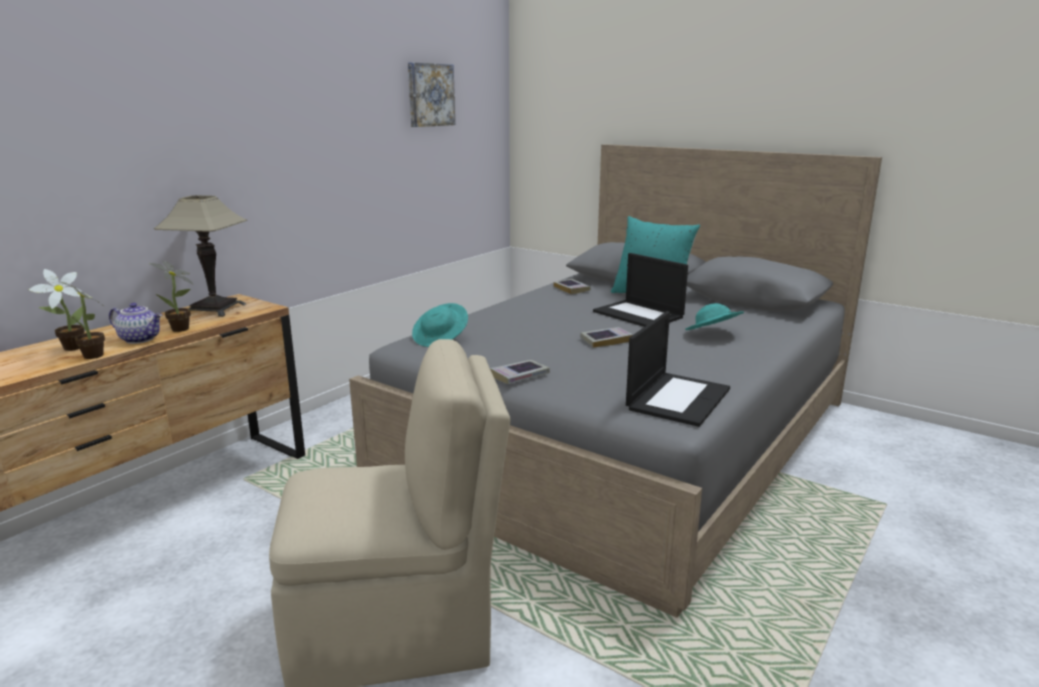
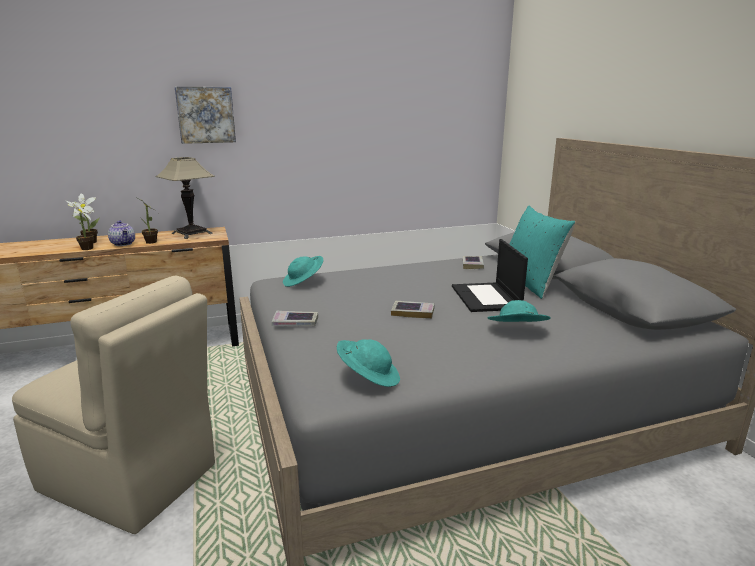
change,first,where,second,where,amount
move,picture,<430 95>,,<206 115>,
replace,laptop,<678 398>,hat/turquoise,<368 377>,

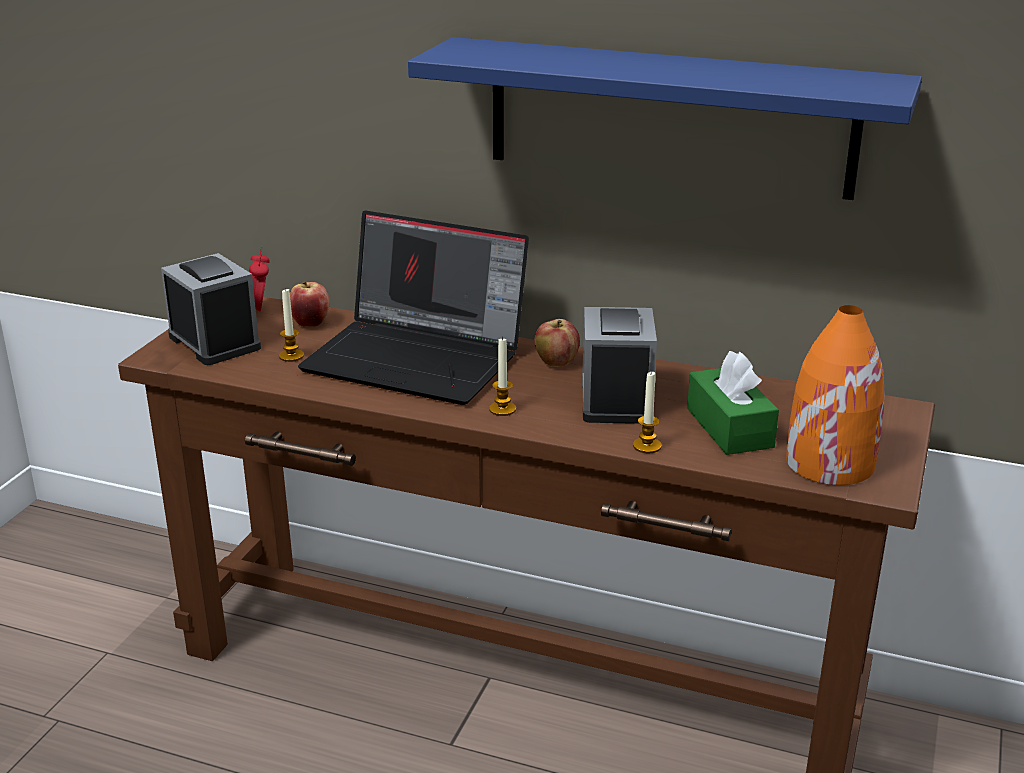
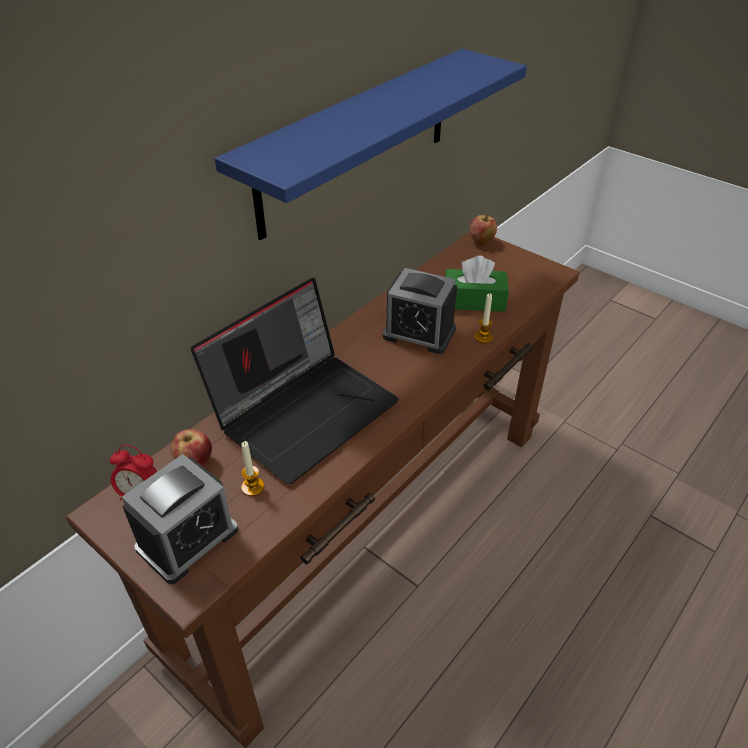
change,first,where,second,where,amount
rotate,alarm clock,<214 342>,,<187 539>,150 degrees clockwise
delete,candle,<502 409>,,,
move,apple,<556 363>,,<481 242>,
delete,vase/orange,<829 462>,,,

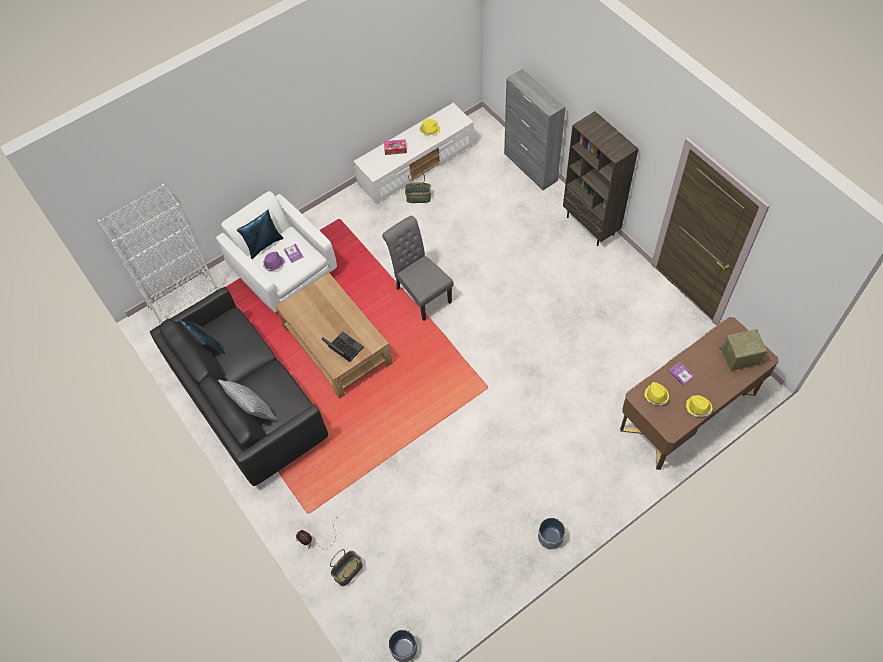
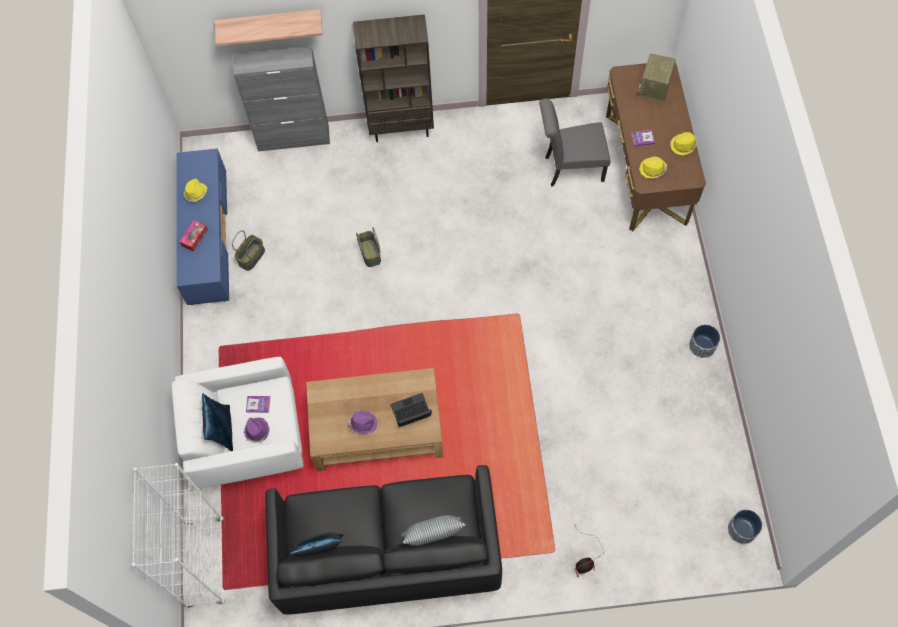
change,first,where,second,where,amount
move,basket,<348 570>,,<369 253>,
recolor,tv stand/white,<416 164>,tv stand/blue,<207 236>,
move,chair/grey,<420 293>,,<570 168>,
insert,,,shelf,<270 23>,
insert,,,hat/purple,<363 423>,

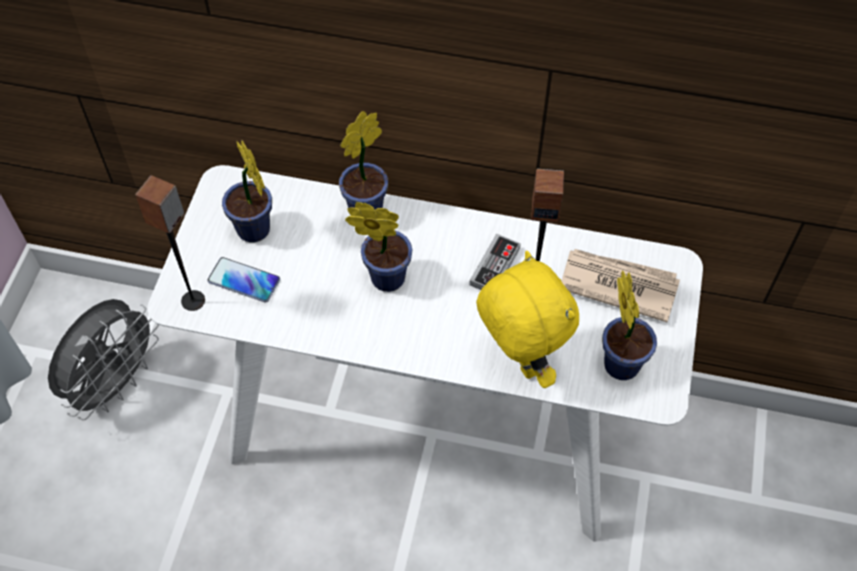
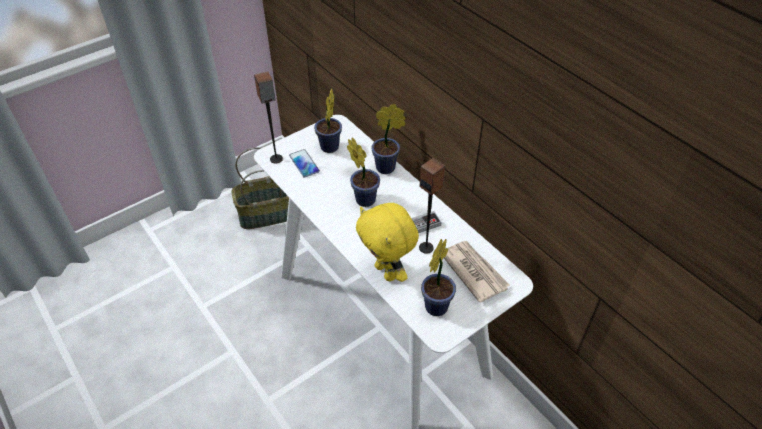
change,first,where,second,where,amount
replace,fan/grey,<116 383>,basket,<267 214>,
rotate,plush toy/yellow,<519 362>,,<387 272>,135 degrees clockwise

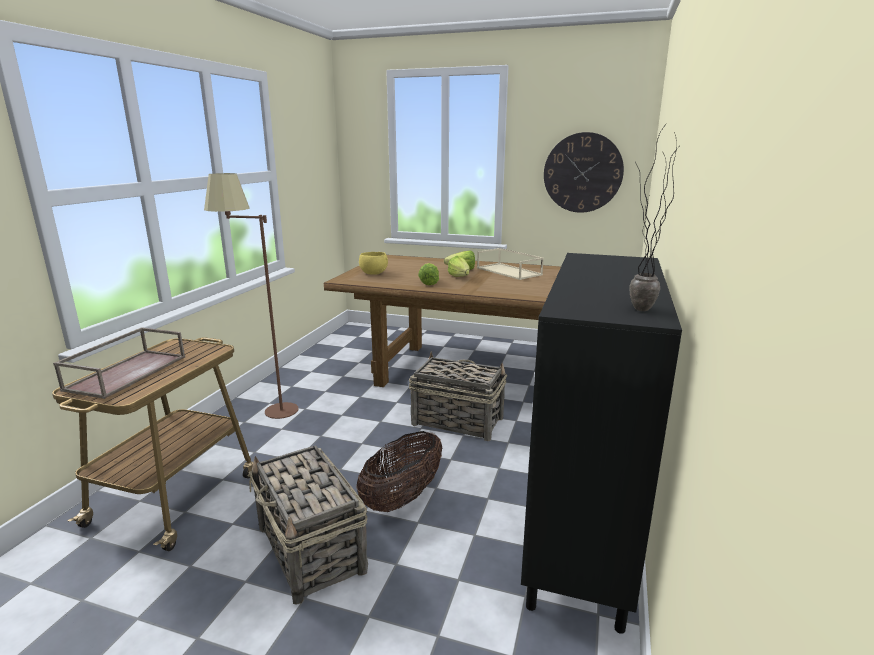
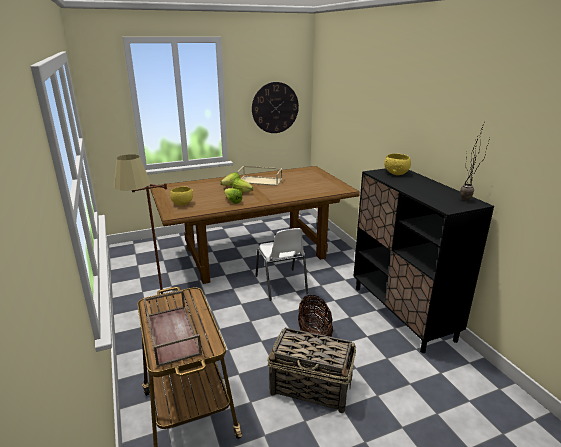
change,first,where,second,where,amount
replace,basket,<456 421>,chair/white,<281 285>,
insert,,,bowl/yellow,<396 173>,

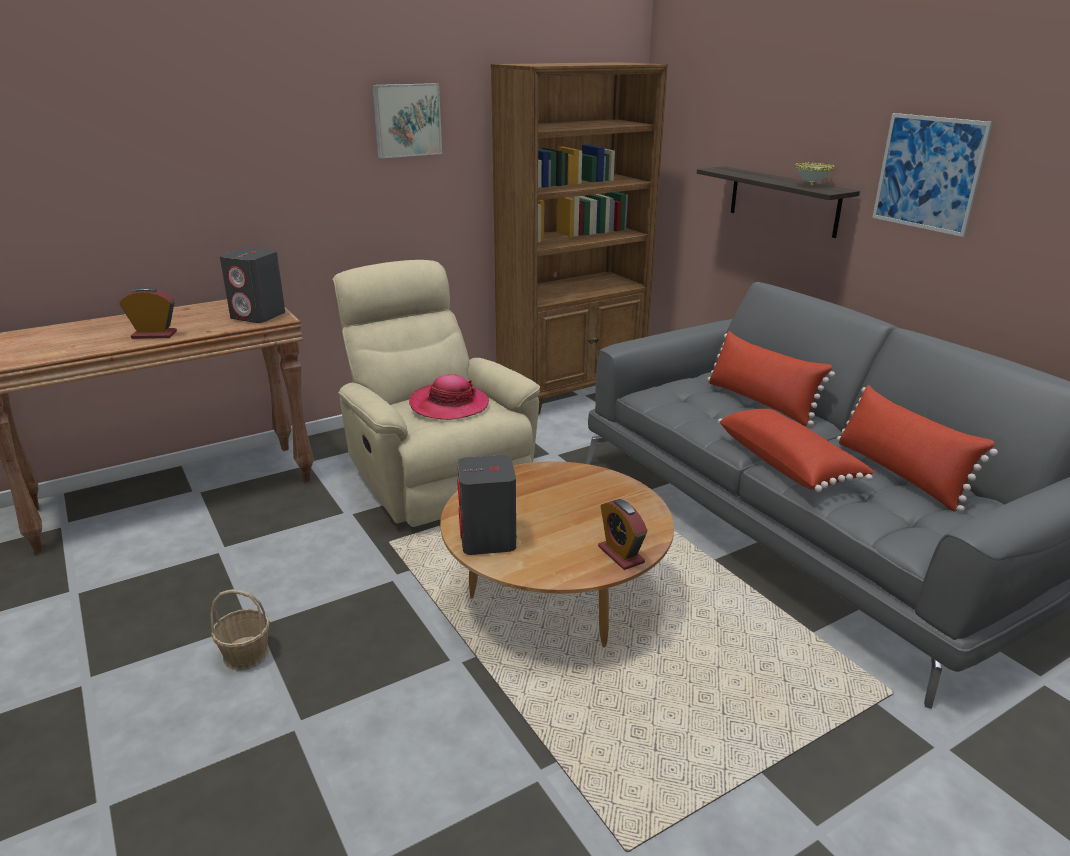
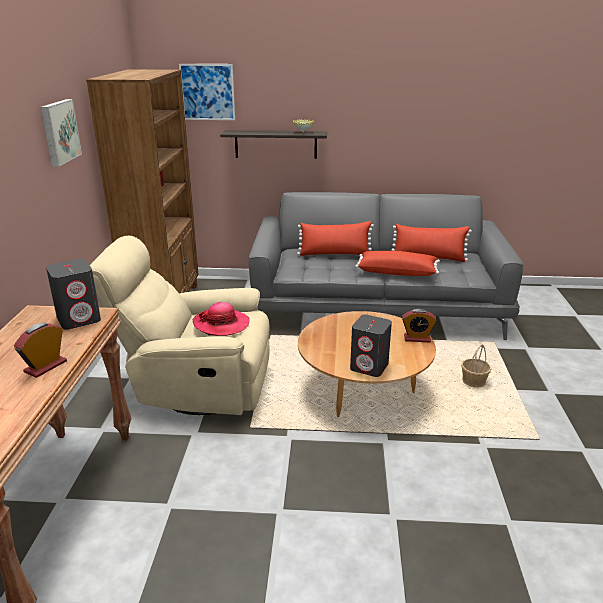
change,first,where,second,where,amount
move,basket,<246 654>,,<473 381>,
move,picture,<928 173>,,<207 92>,

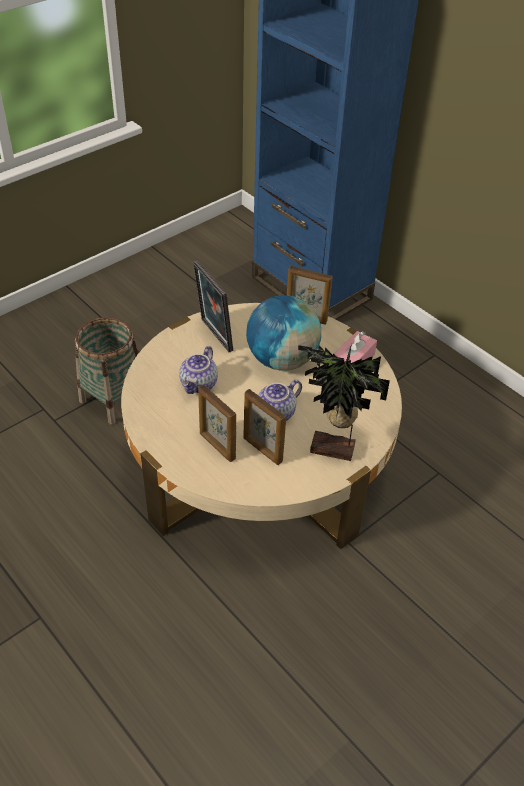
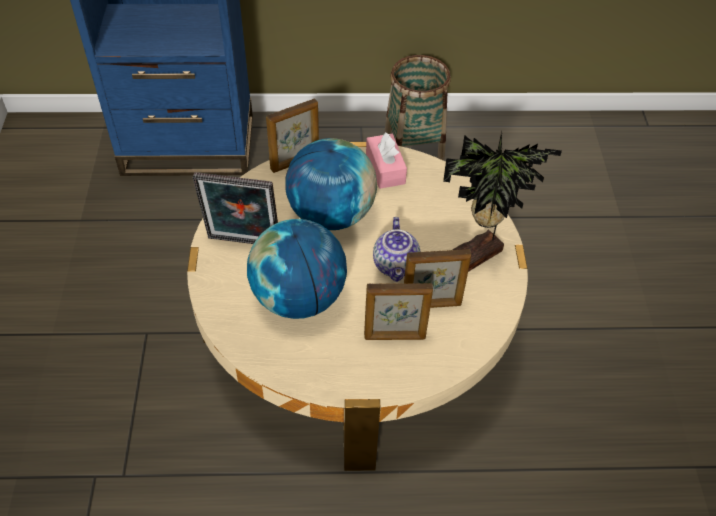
change,first,where,second,where,amount
move,basket,<113 399>,,<413 145>,
replace,teapot,<199 384>,globe,<299 298>,

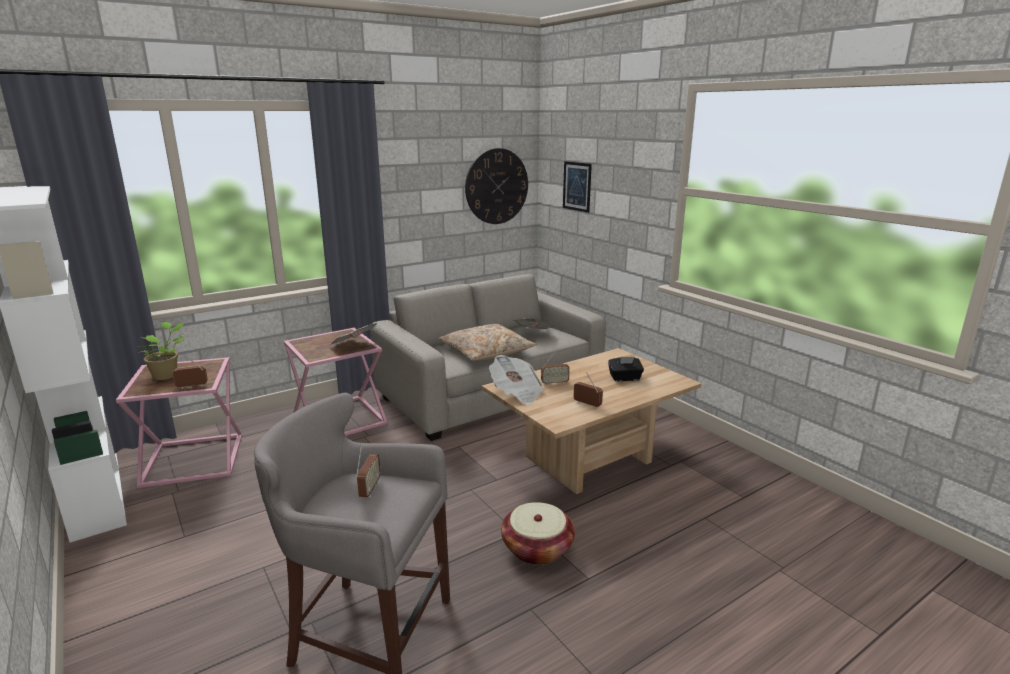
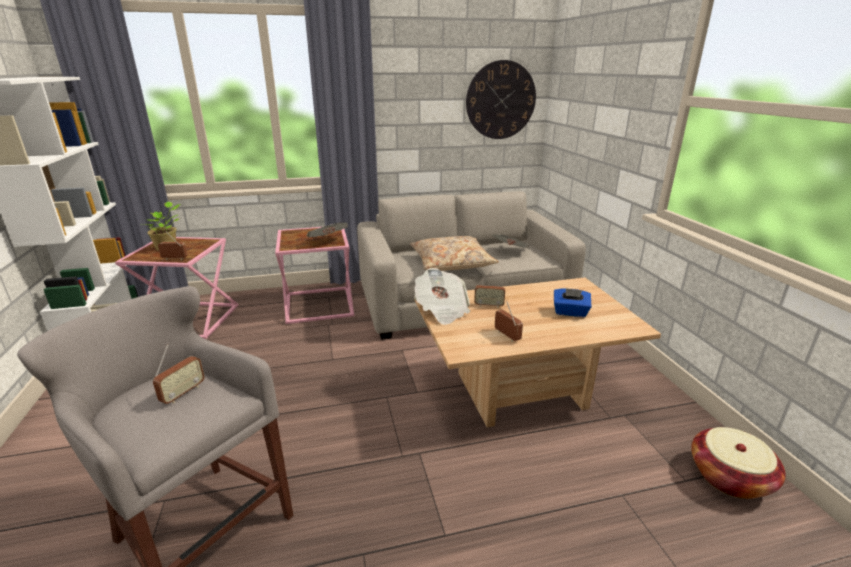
change,first,where,second,where,amount
move,basket,<537 548>,,<729 477>,
delete,picture,<577 186>,,,
recolor,tissue box/black,<625 378>,tissue box/blue,<570 312>,

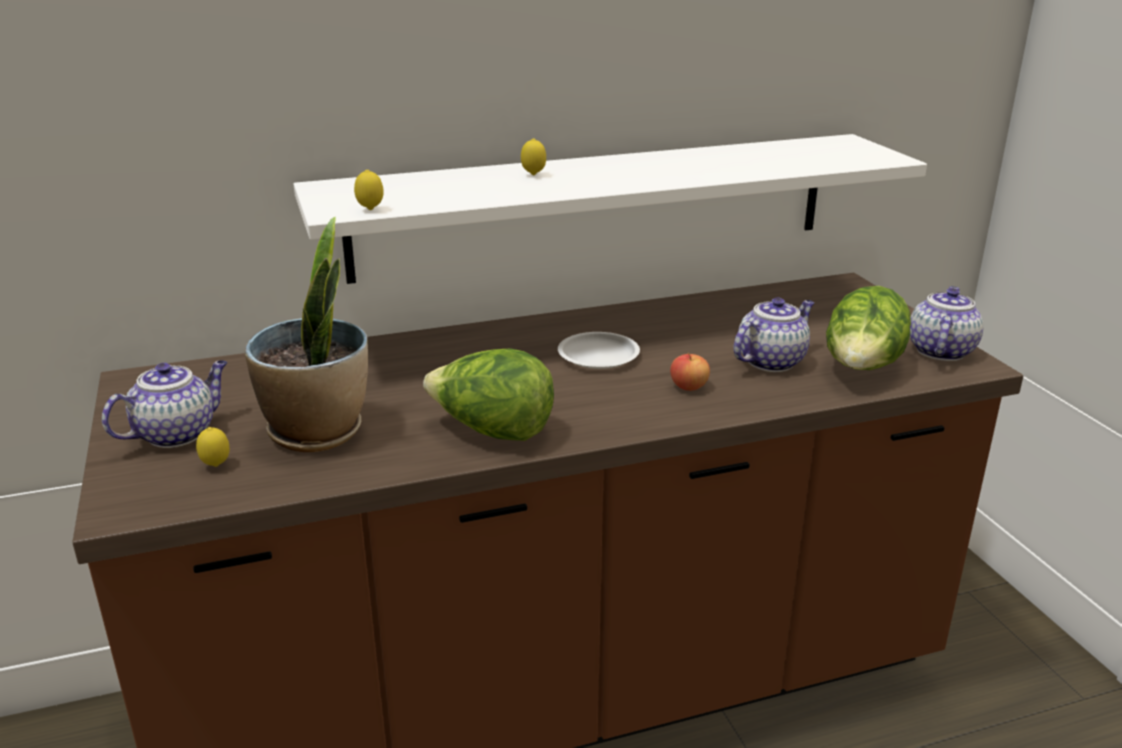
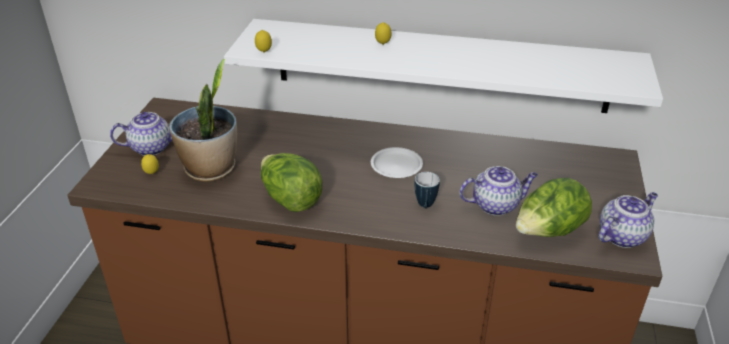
change,first,where,second,where,amount
replace,apple,<689 387>,mug,<425 206>,

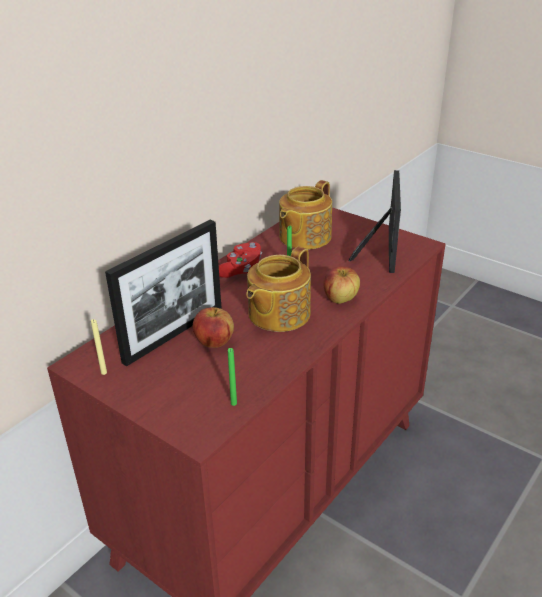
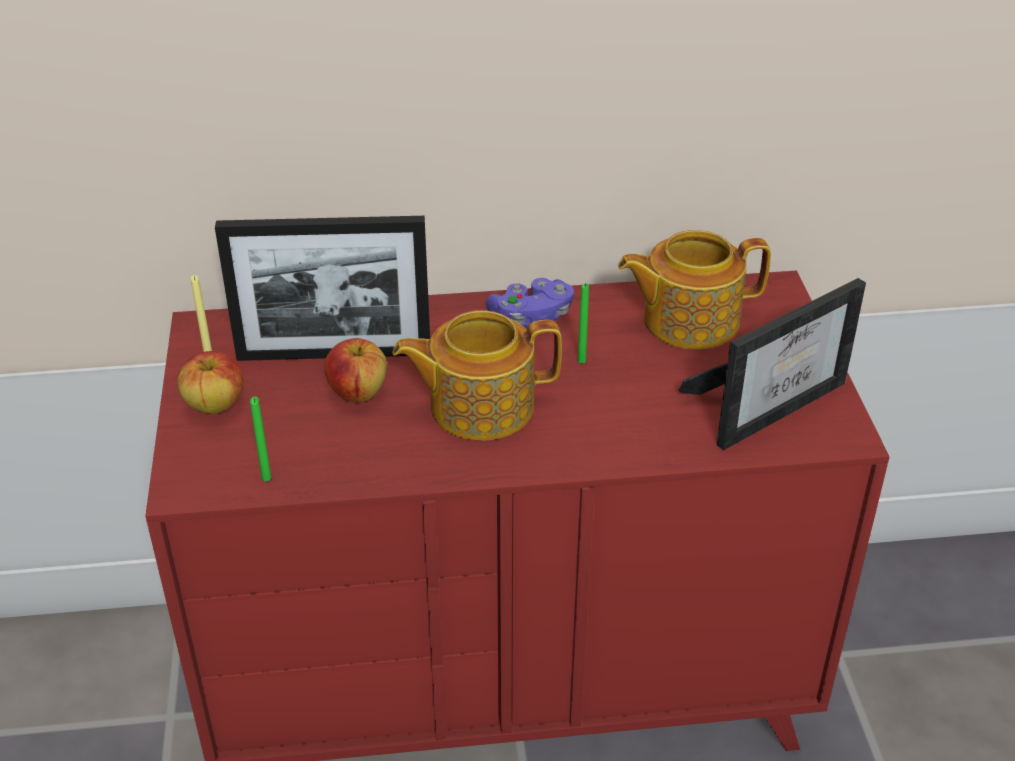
change,first,where,second,where,amount
recolor,game controller/red,<241 270>,game controller/purple,<531 318>,
move,apple,<340 299>,,<215 405>,

